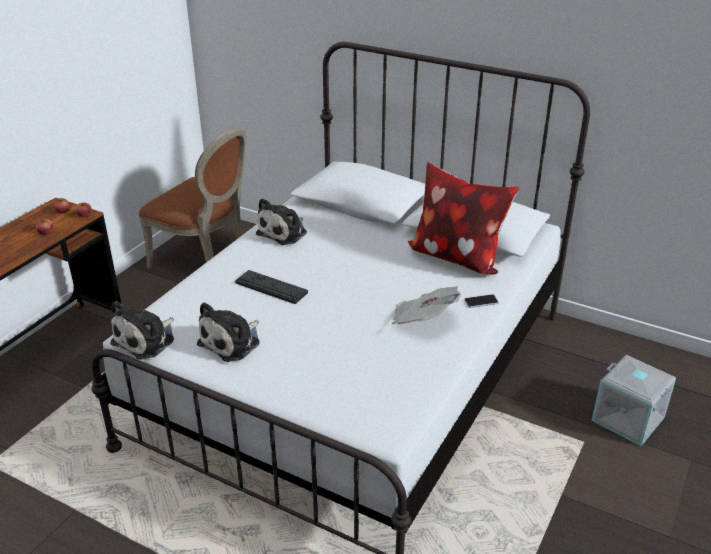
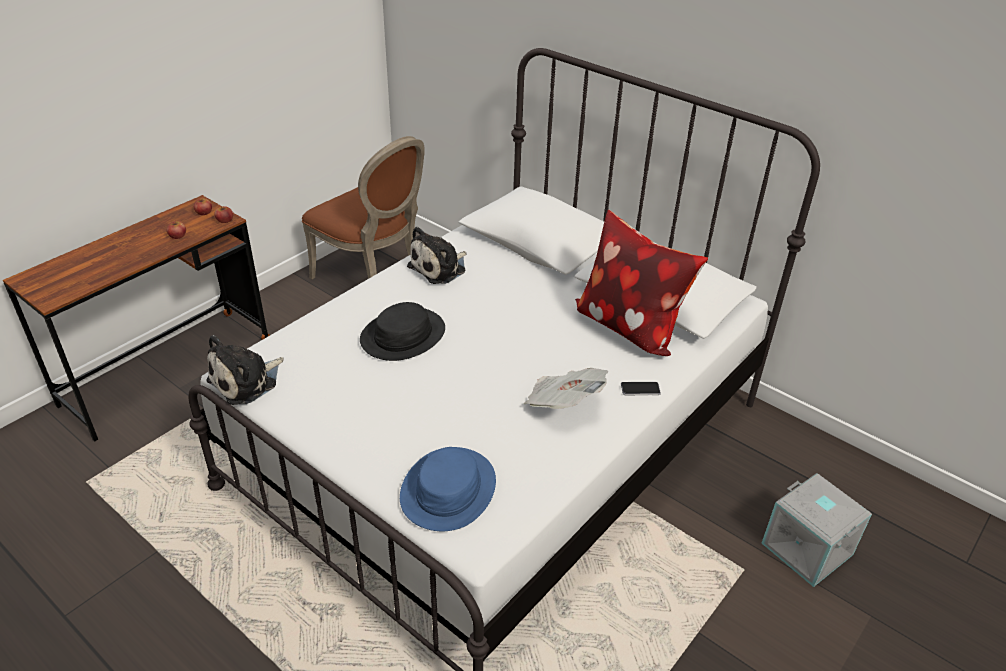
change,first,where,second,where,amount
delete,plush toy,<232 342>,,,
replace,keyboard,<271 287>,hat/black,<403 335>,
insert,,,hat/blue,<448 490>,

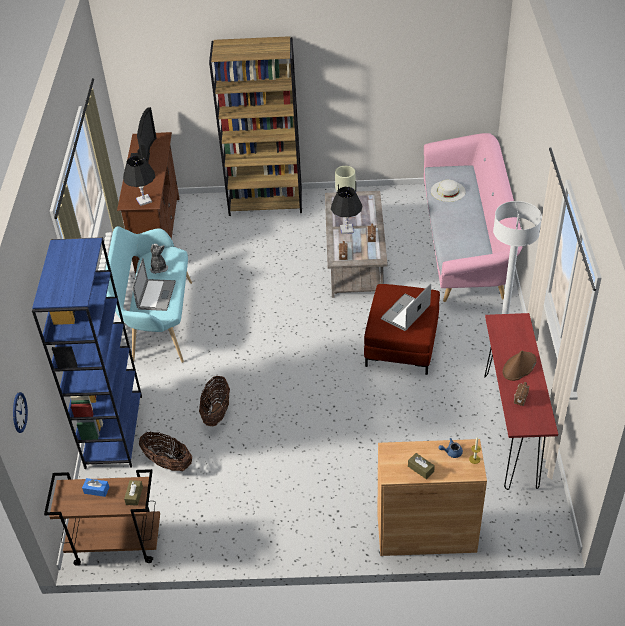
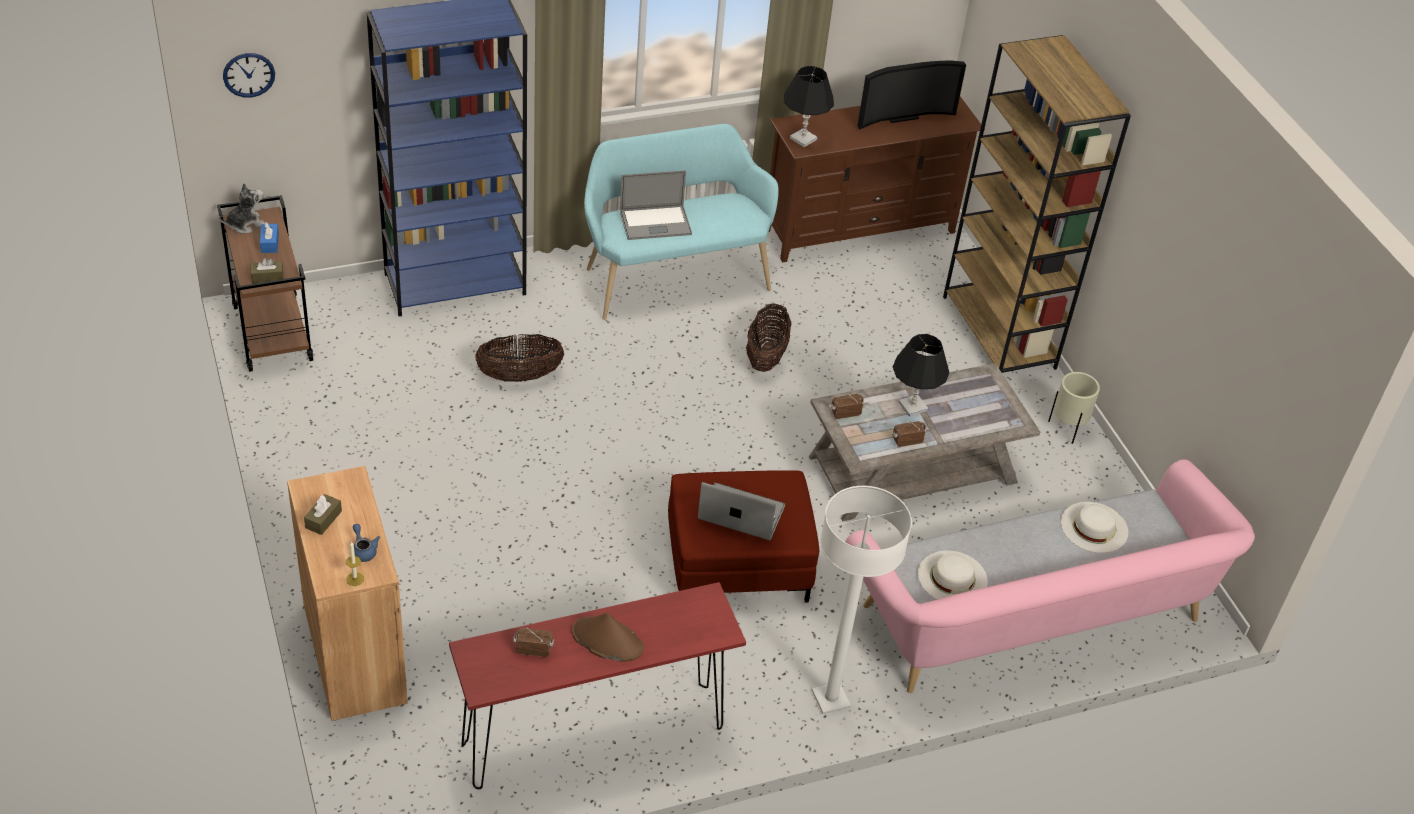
change,first,where,second,where,amount
move,basket,<168 462>,,<766 356>,
move,plush toy,<158 268>,,<245 224>,
insert,,,hat/white,<952 577>,

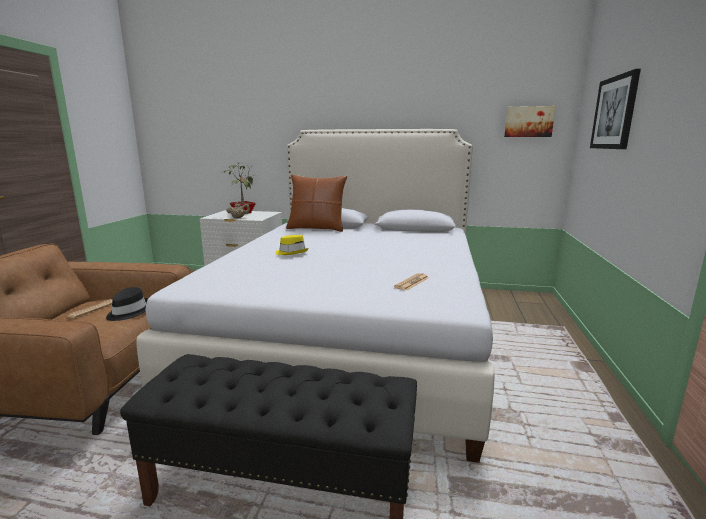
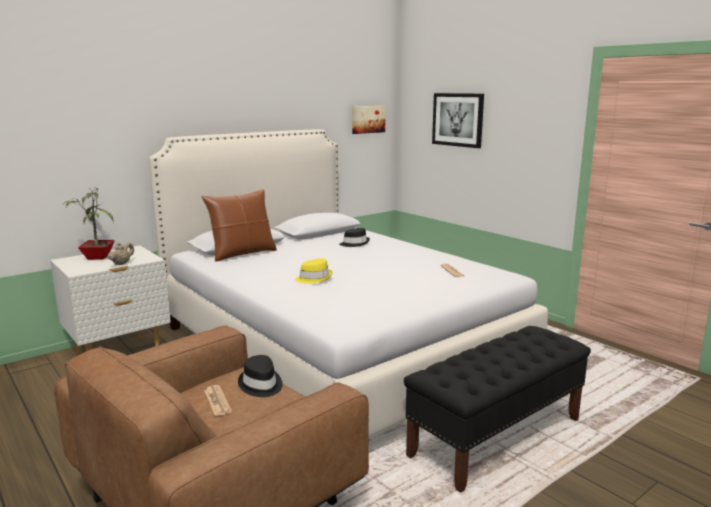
change,first,where,second,where,amount
insert,,,hat/black,<354 244>,

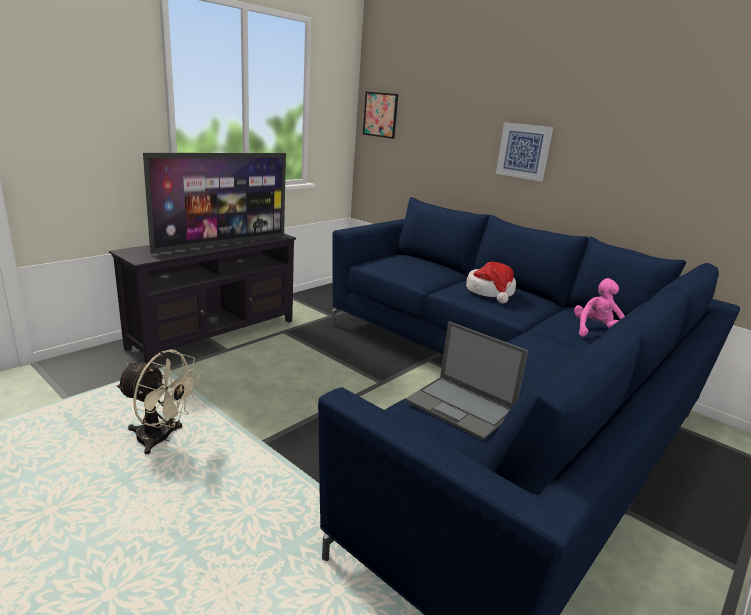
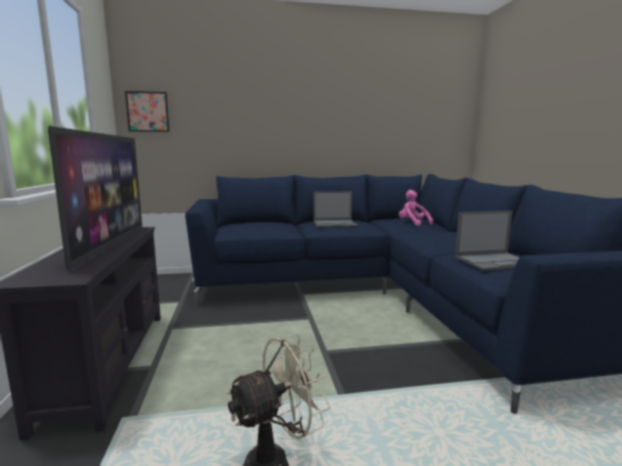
change,first,where,second,where,amount
replace,hat,<490 292>,laptop,<335 223>,
delete,picture,<524 151>,,,

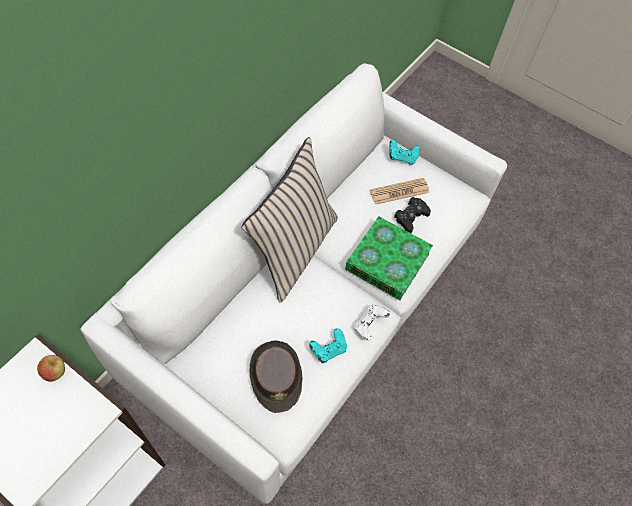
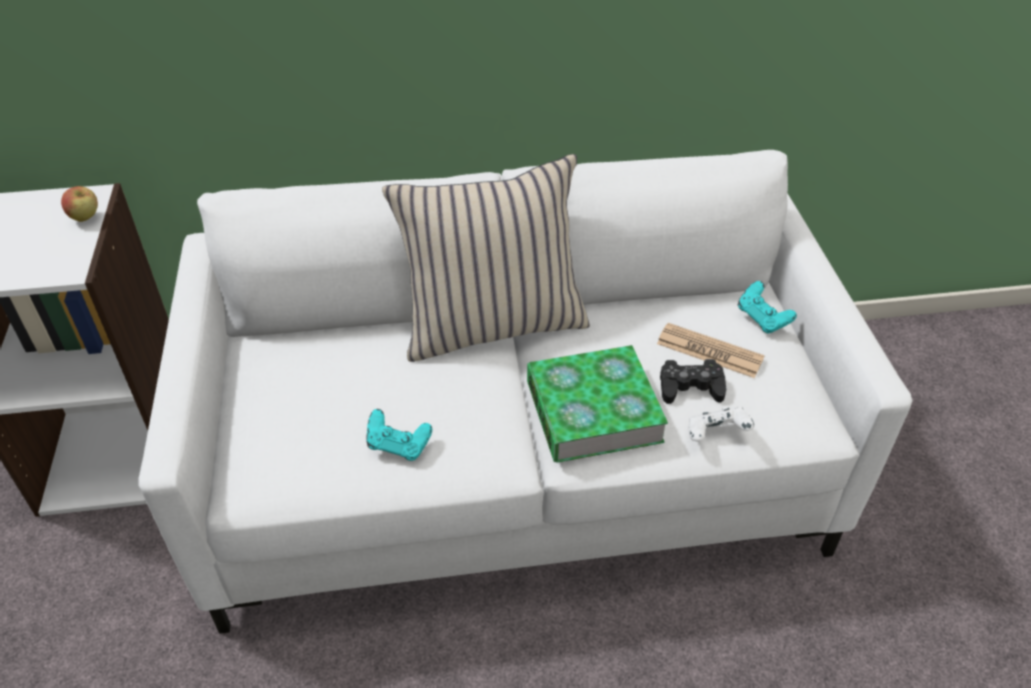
change,first,where,second,where,amount
delete,hat/brown,<276 375>,,,
move,game controller/white,<369 325>,,<716 435>,

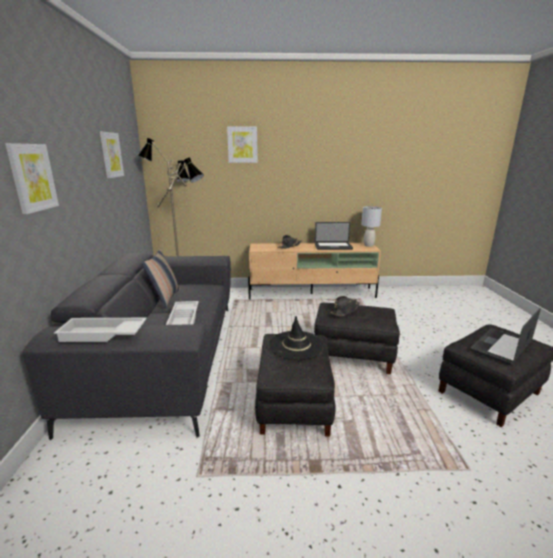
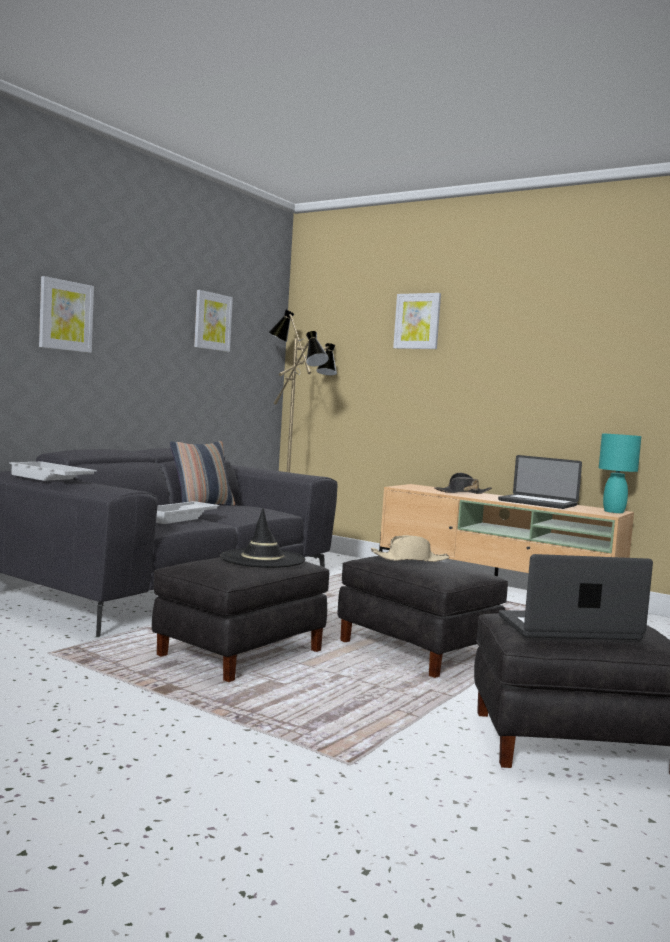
change,first,where,second,where,amount
recolor,hat/black,<345 310>,hat/beige,<410 559>,
recolor,table lamp/grey,<368 245>,table lamp/turquoise,<614 512>,

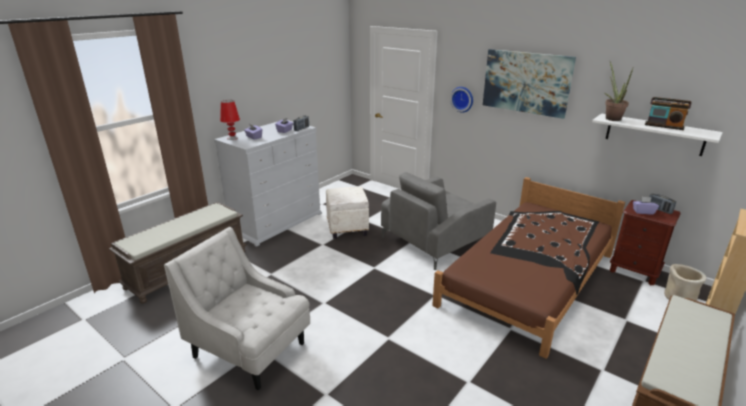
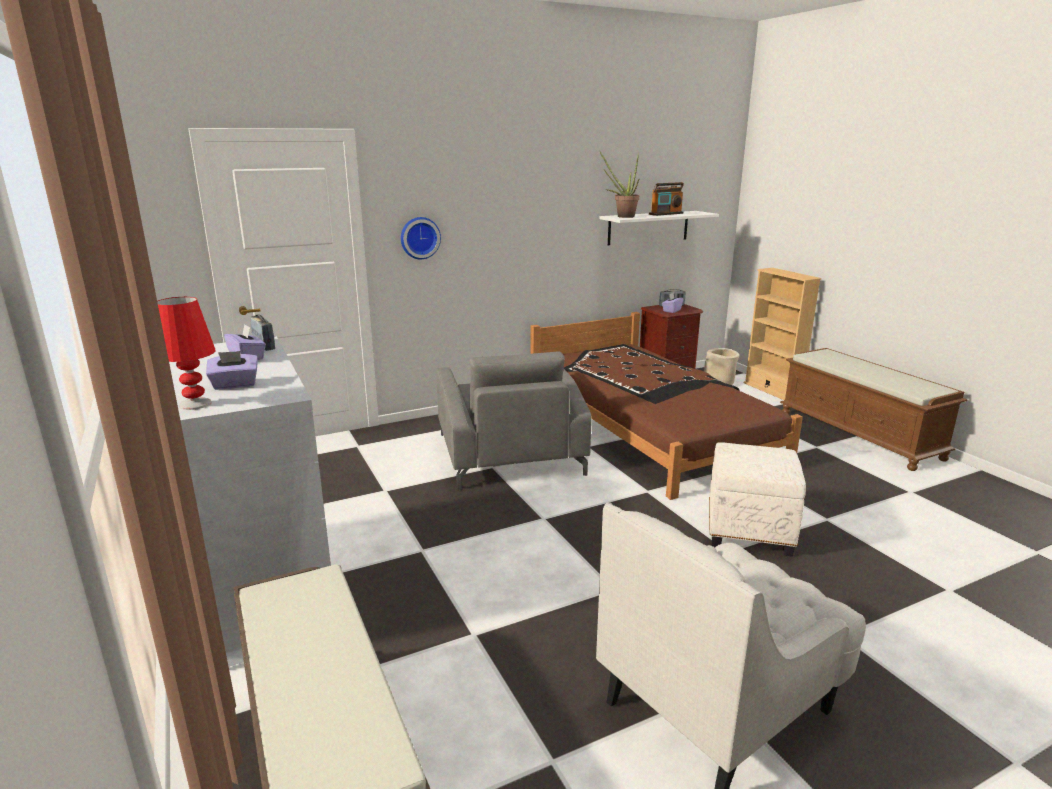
change,first,where,second,where,amount
move,ottoman/white,<347 228>,,<747 532>,
delete,picture,<526 82>,,,

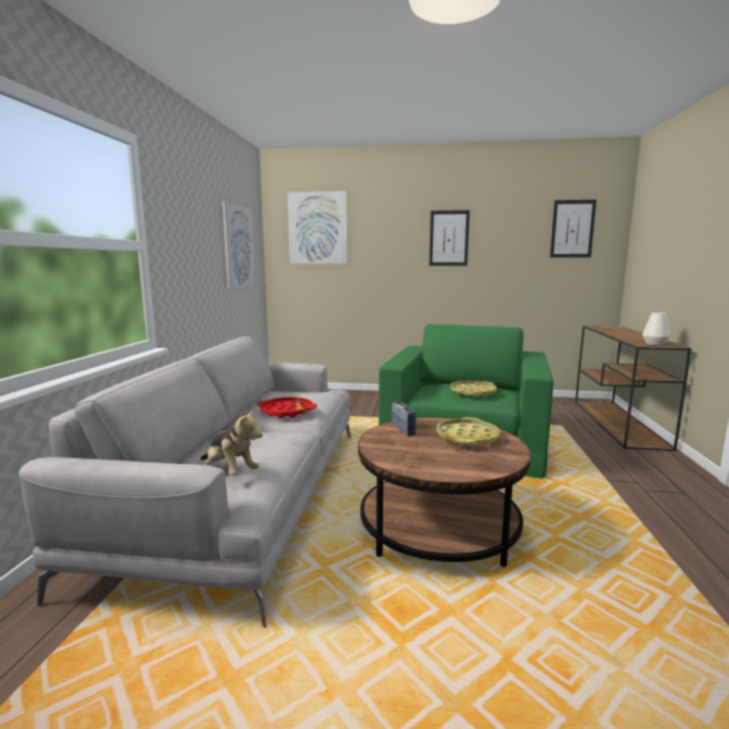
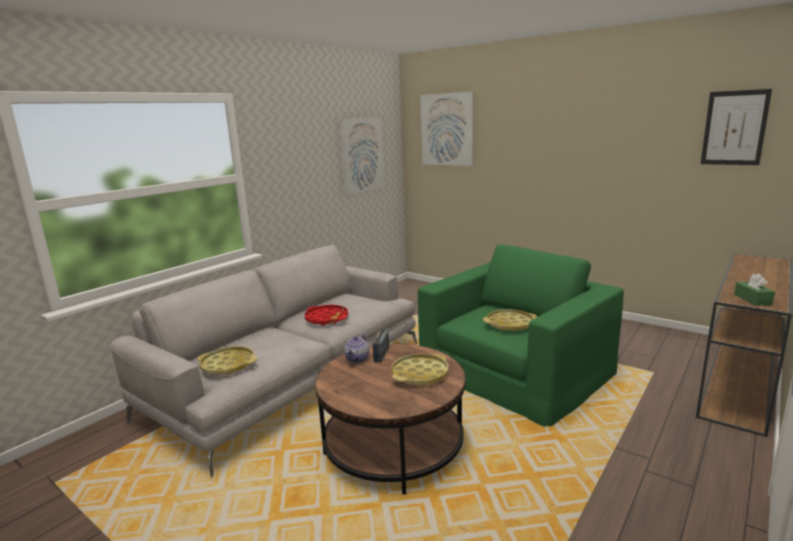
change,first,where,second,where,amount
replace,plush toy,<230 471>,tray/yellow,<228 365>,
delete,picture,<449 238>,,,
replace,vase/white,<654 344>,tissue box/green,<752 299>,
insert,,,teapot,<357 359>,

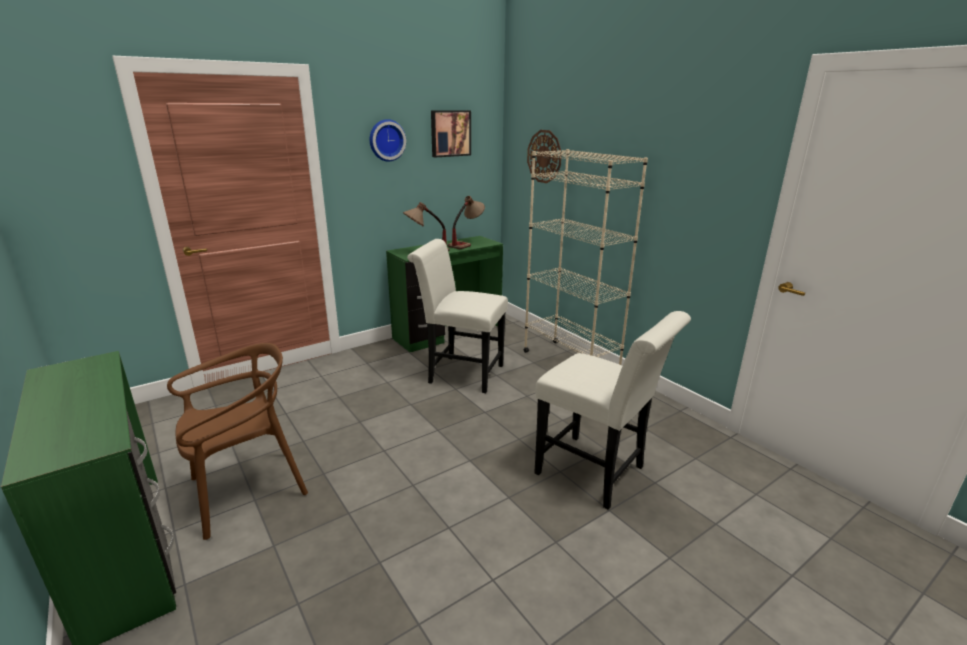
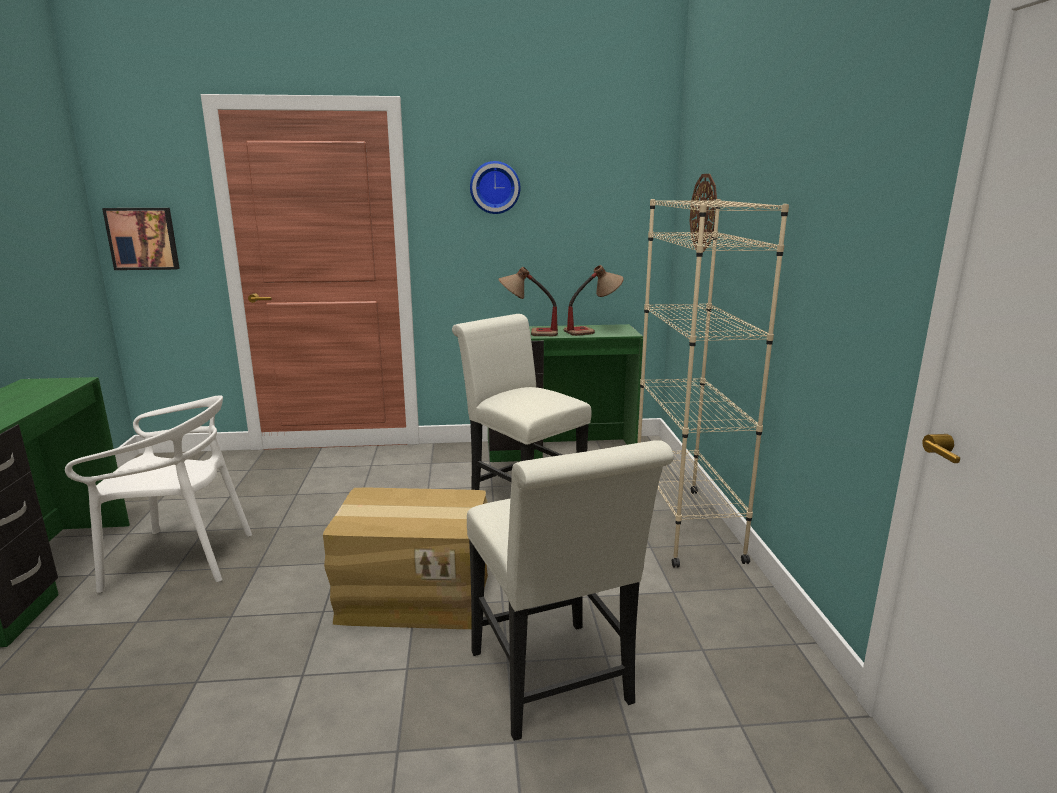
change,first,where,second,where,amount
recolor,chair/brown,<247 490>,chair/white,<180 559>,
move,picture,<450 133>,,<143 238>,
insert,,,cardboard box,<415 595>,

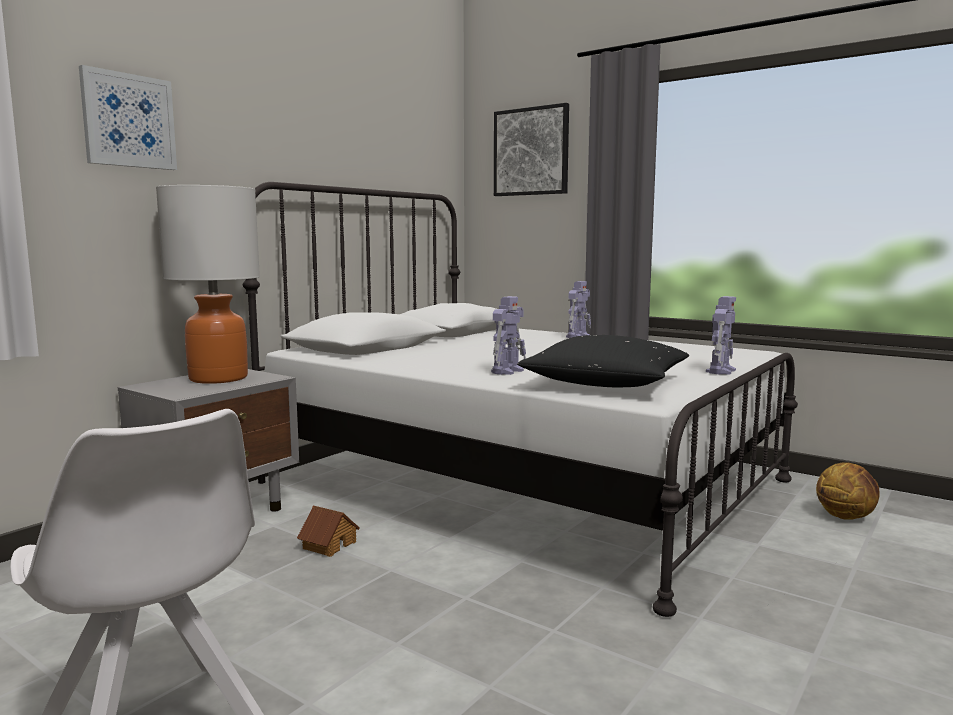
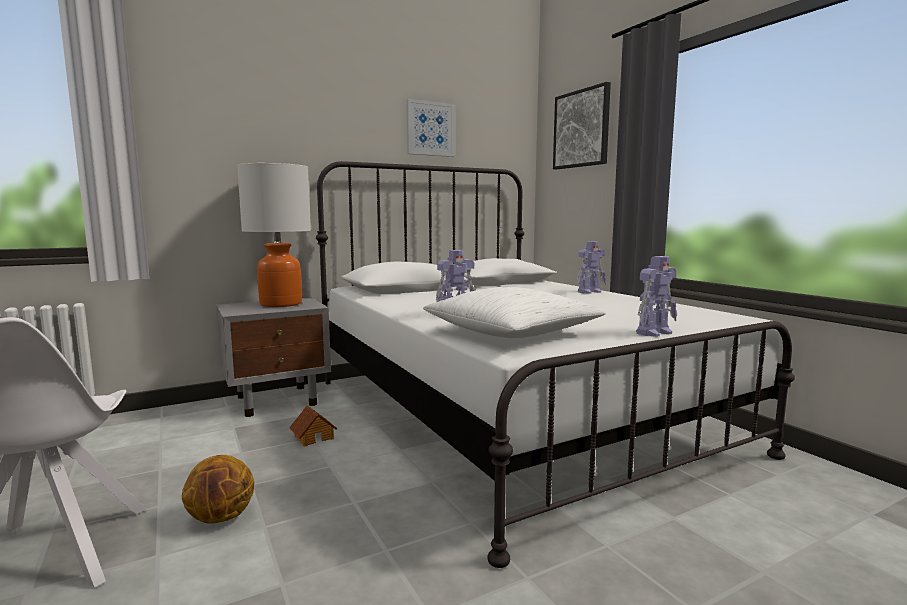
change,first,where,second,where,amount
move,picture,<128 121>,,<430 129>,
recolor,pillow/black,<606 383>,pillow/white,<512 333>,
move,basketball,<846 516>,,<221 518>,

